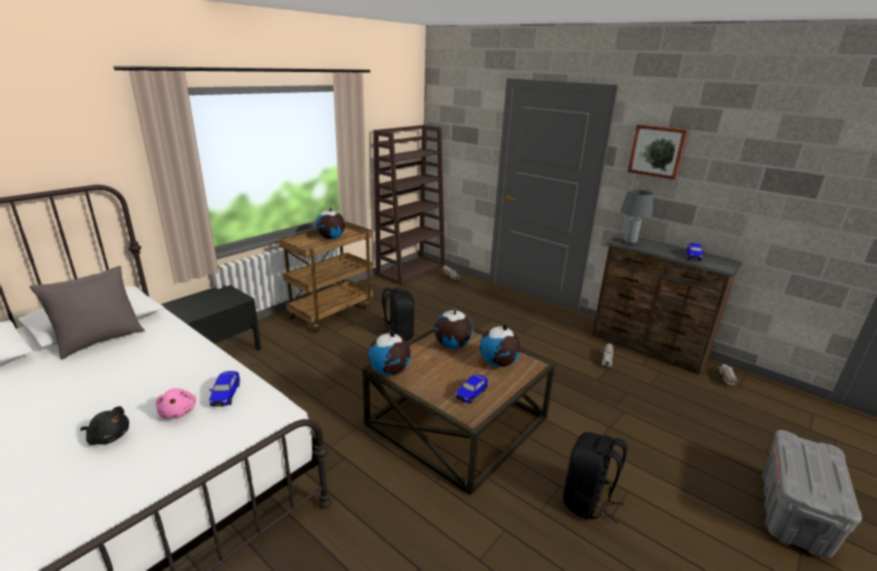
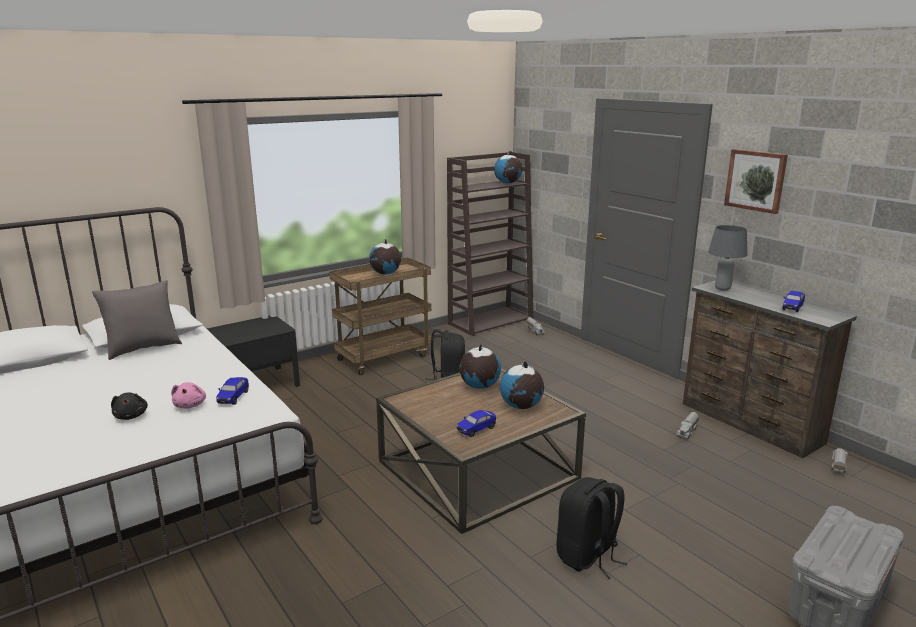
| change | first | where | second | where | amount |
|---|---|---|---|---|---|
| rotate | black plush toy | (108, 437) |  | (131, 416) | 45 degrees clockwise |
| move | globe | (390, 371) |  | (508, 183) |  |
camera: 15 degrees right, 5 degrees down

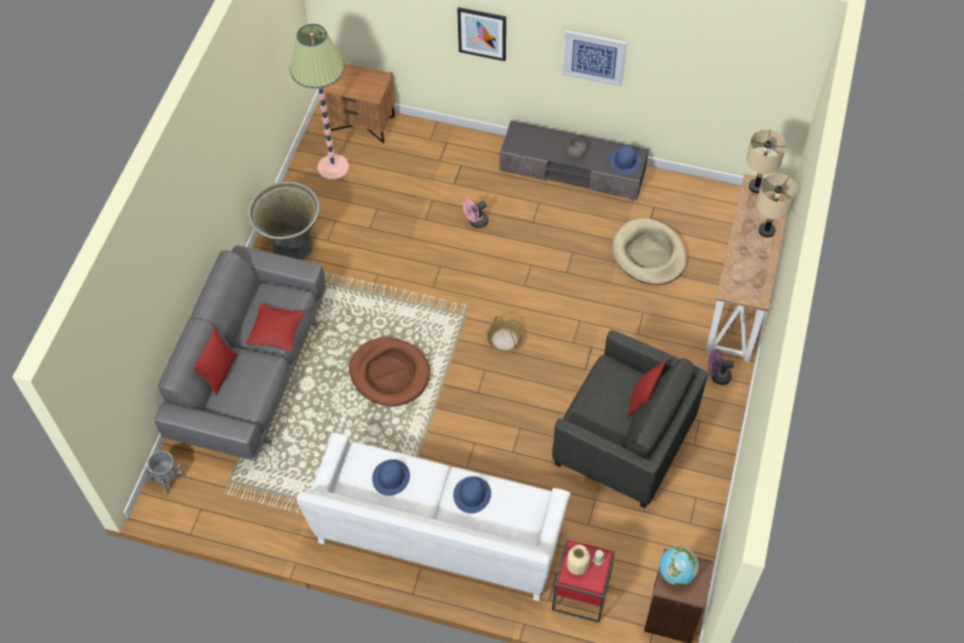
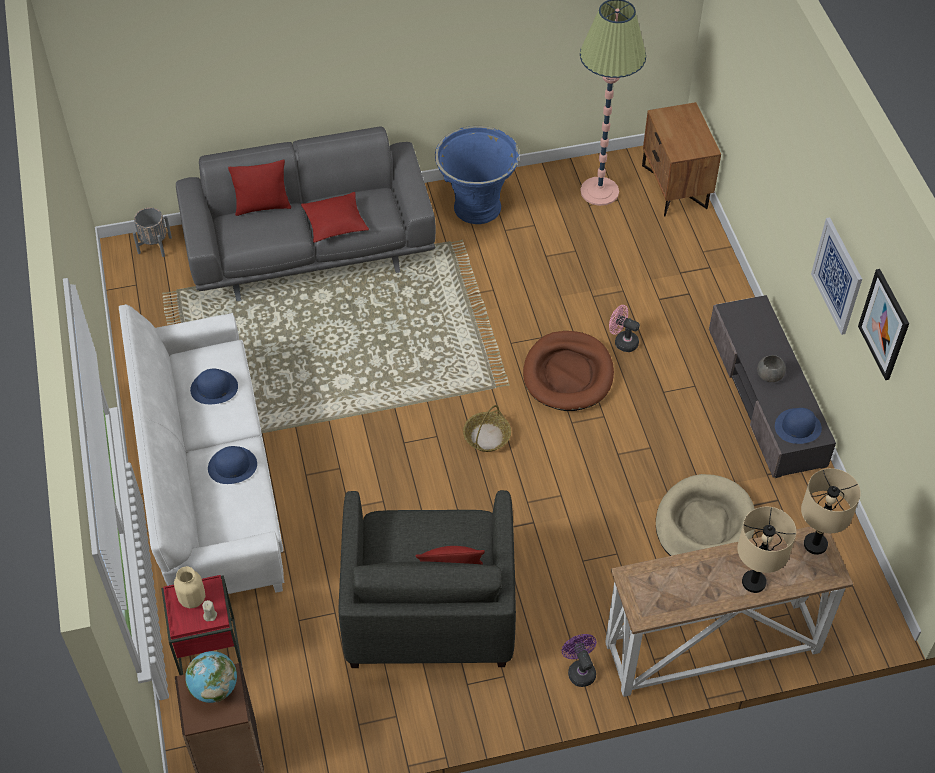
| change | first | where | second | where | amount |
|---|---|---|---|---|---|
| recolor | grey planter | (291, 246) | blue planter | (476, 207) |  |
| move | brown dog bed | (389, 373) |  | (568, 374) |  |
| move | picture | (482, 33) |  | (884, 324) |  |
camera: 60 degrees right, 5 degrees down

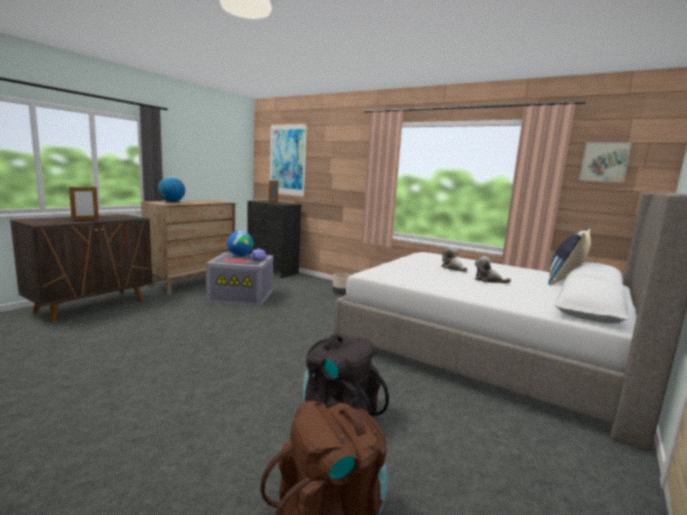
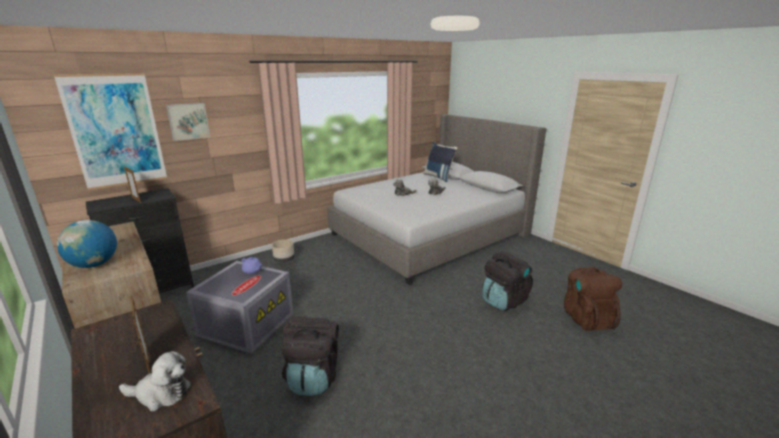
| change | first | where | second | where | amount |
|---|---|---|---|---|---|
| delete | globe | (240, 255) |  |  |  |
| move | picture | (604, 162) |  | (188, 121) |  |
| insert |  |  | plush toy | (161, 393) |  |
| insert |  |  | black backpack | (313, 377) |  |
camera: 70 degrees left, 10 degrees up

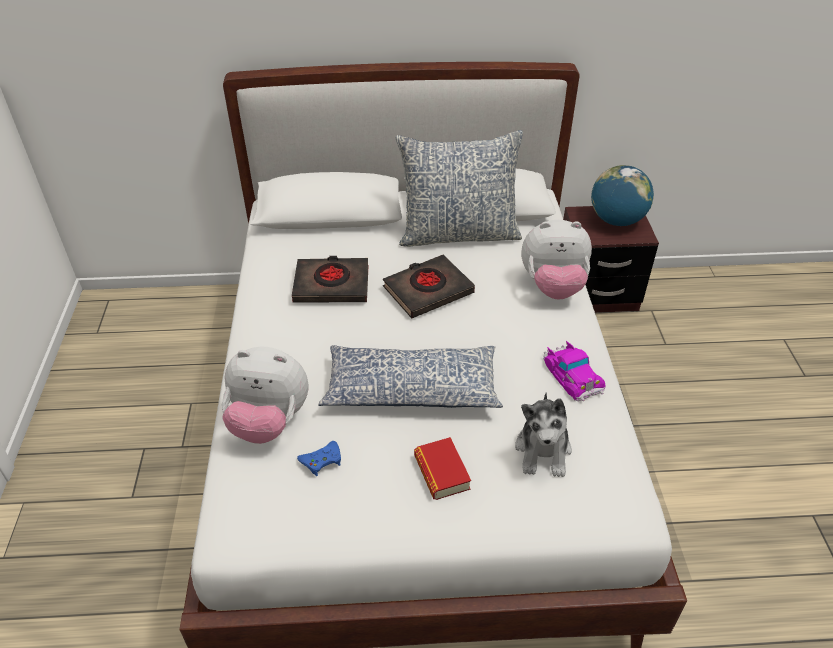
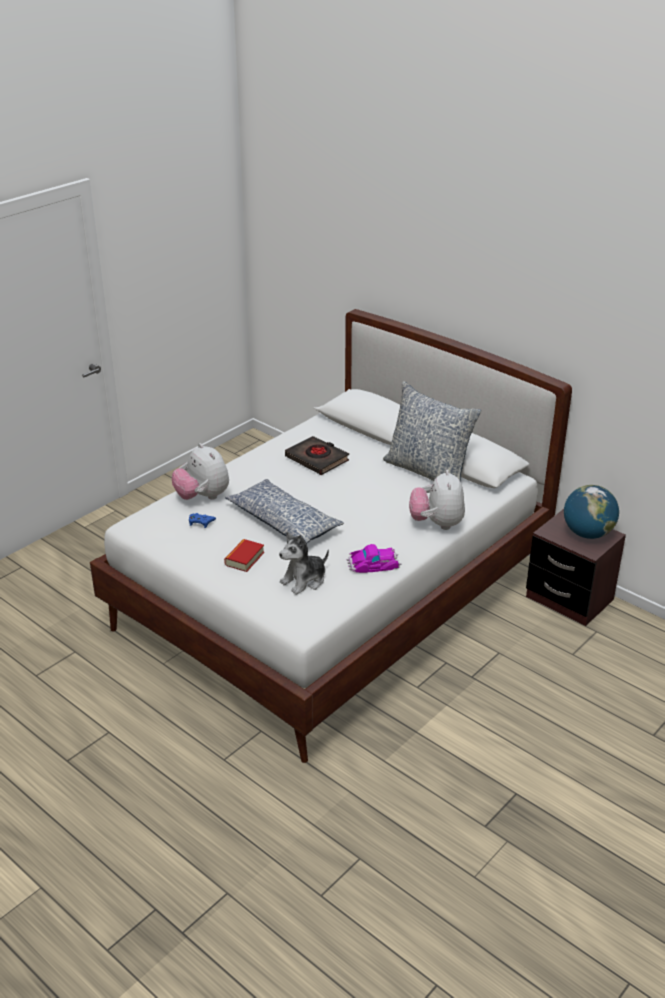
| change | first | where | second | where | amount |
|---|---|---|---|---|---|
| delete | black book | (428, 290) |  |  |  |
| rotate | plush toy | (553, 287) |  | (436, 524) | 45 degrees clockwise |
| rotate | toy car | (572, 374) |  | (373, 563) | 120 degrees counterclockwise |
camera: 45 degrees right, 10 degrees down

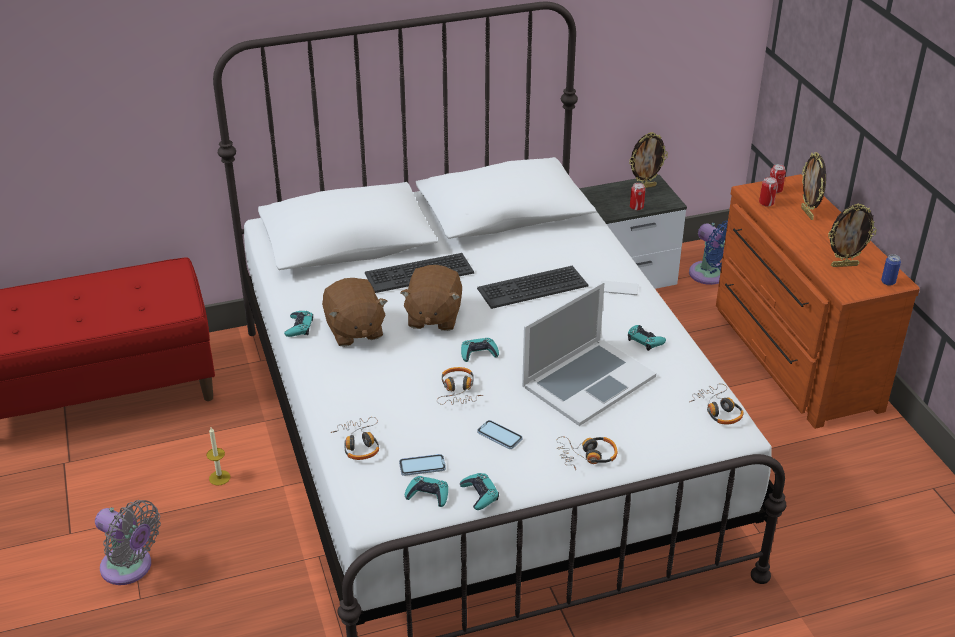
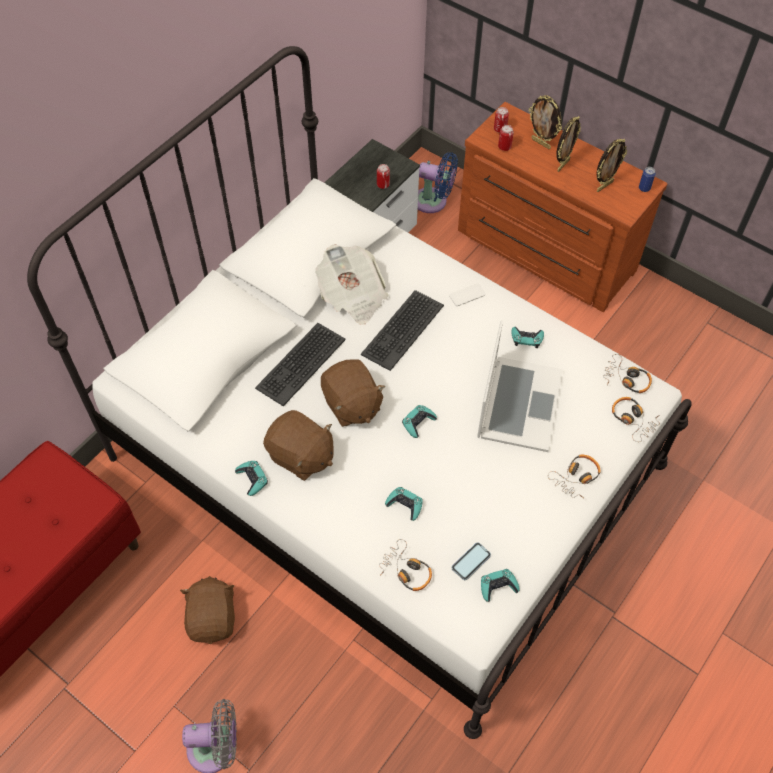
| change | first | where | second | where | amount |
|---|---|---|---|---|---|
| replace | candle | (219, 477) | brown plush toy | (213, 618) |  |
| move | headphones | (458, 391) |  | (633, 420) |  |
| move | turquoise game controller | (479, 494) |  | (405, 505) |  |
| delete | phone | (499, 436) |  |  |  |
| move | picture frame | (645, 187) |  | (562, 165) |  |
| insert |  |  | newspaper | (352, 296) |  |
camera: 35 degrees left, 20 degrees up

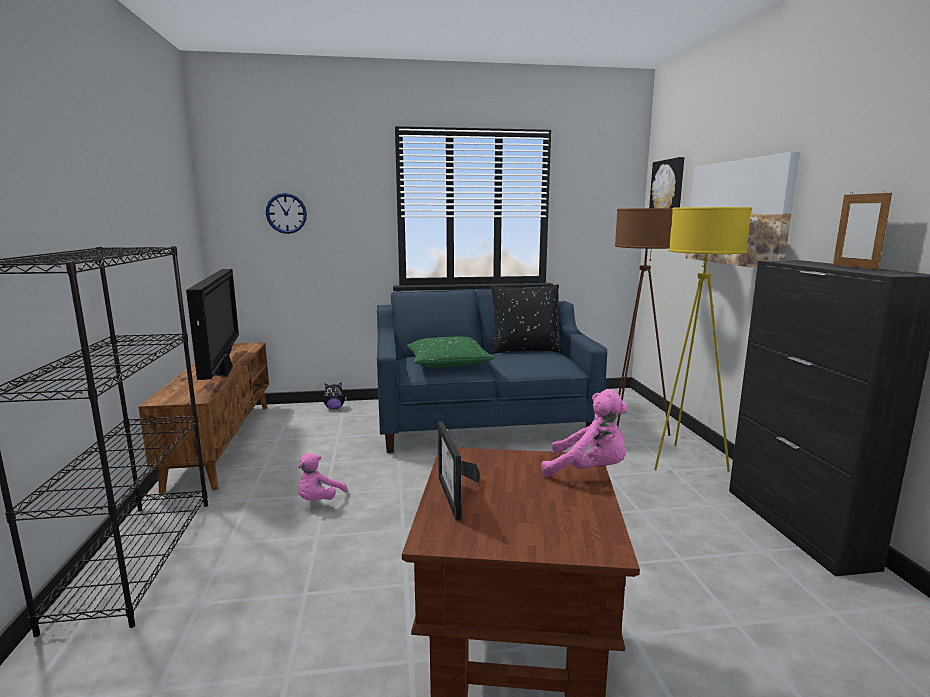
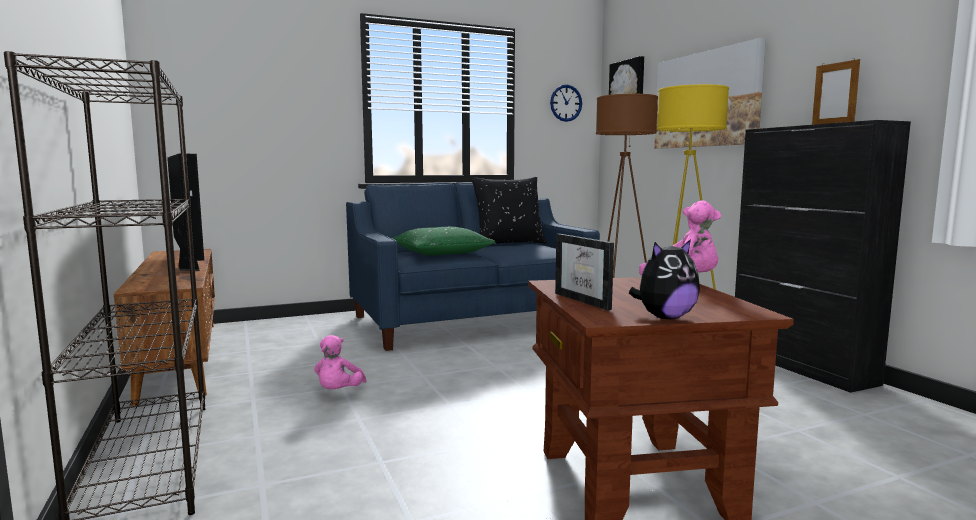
| change | first | where | second | where | amount |
|---|---|---|---|---|---|
| move | wall clock | (286, 213) |  | (566, 103) |  |
| move | plush toy | (334, 408) |  | (665, 317) |  |
camera: 15 degrees left, 5 degrees down

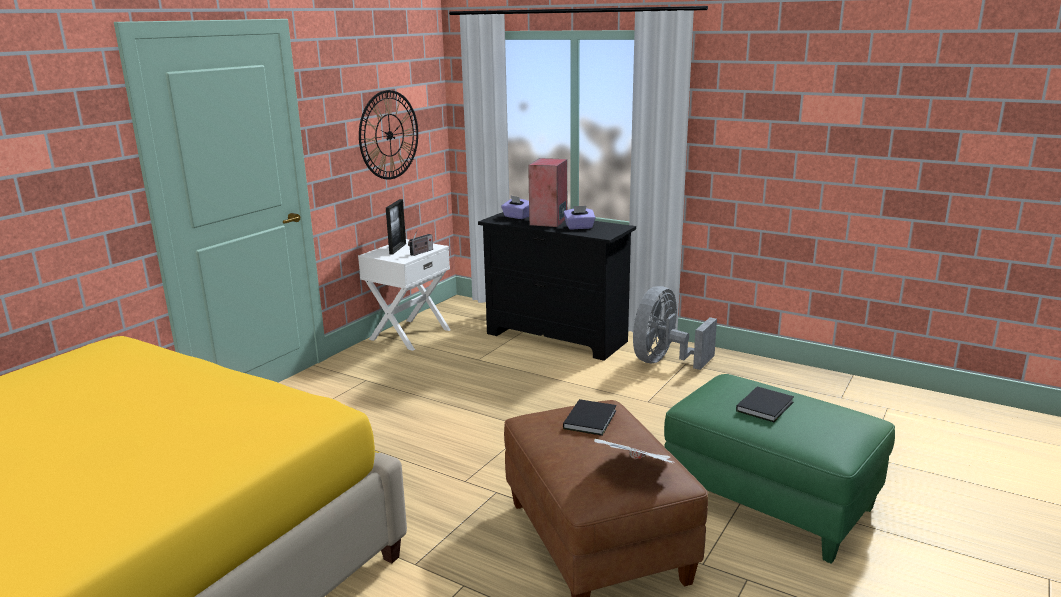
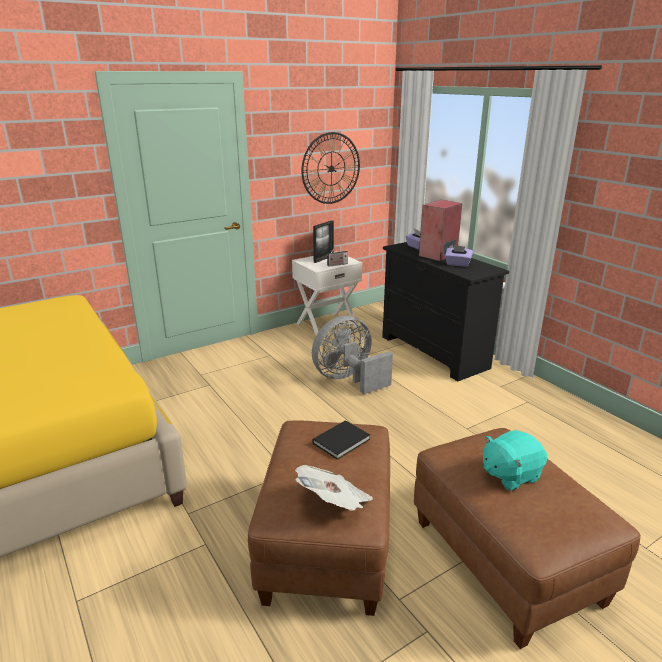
| change | first | where | second | where | amount |
|---|---|---|---|---|---|
| move | grey fan | (664, 361) |  | (348, 379) |  |
| recolor | green ottoman | (771, 503) | brown ottoman | (507, 562) |  |
| replace | black book | (766, 406) | turquoise plush toy | (510, 475) |  |
camera: 25 degrees right, 5 degrees up

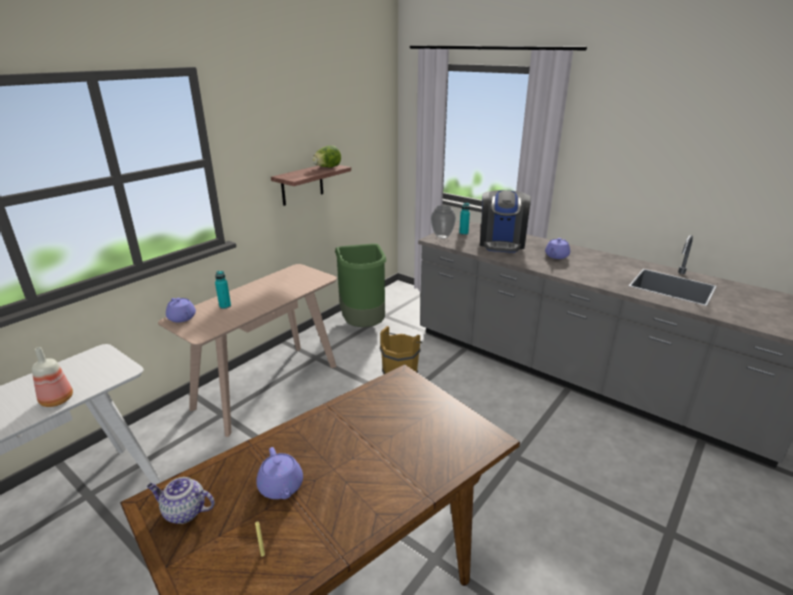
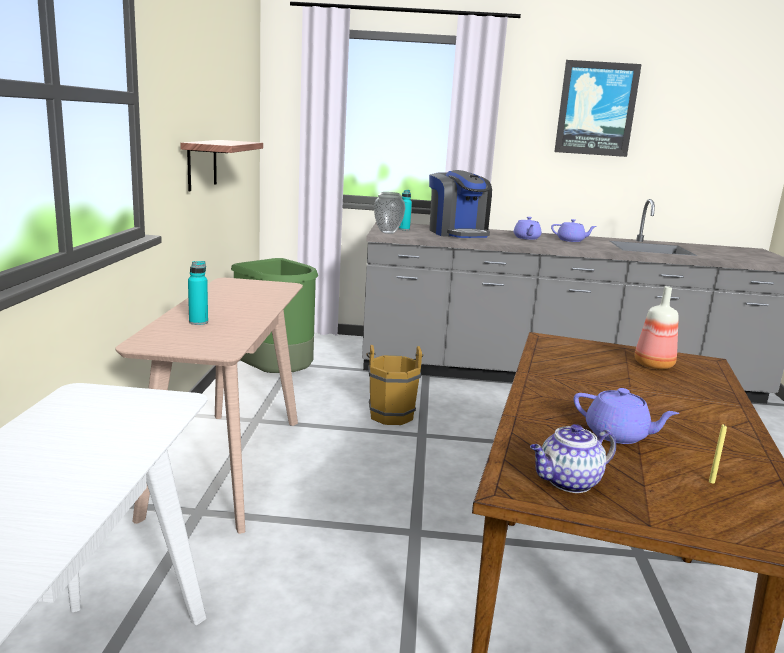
| change | first | where | second | where | amount |
|---|---|---|---|---|---|
| move | bottle | (56, 401) |  | (654, 365) |  |
| move | purple teapot | (182, 318) |  | (571, 240) |  |
| delete | lettuce | (327, 167) |  |  |  |
| insert |  |  | picture | (596, 109) |  |
camera: 35 degrees left, 10 degrees down

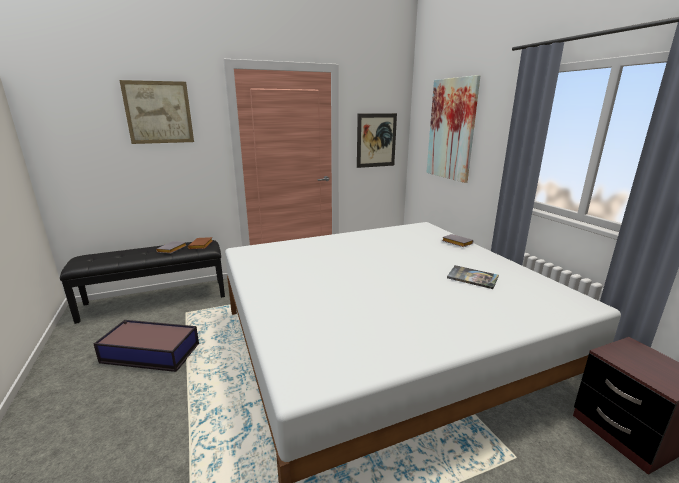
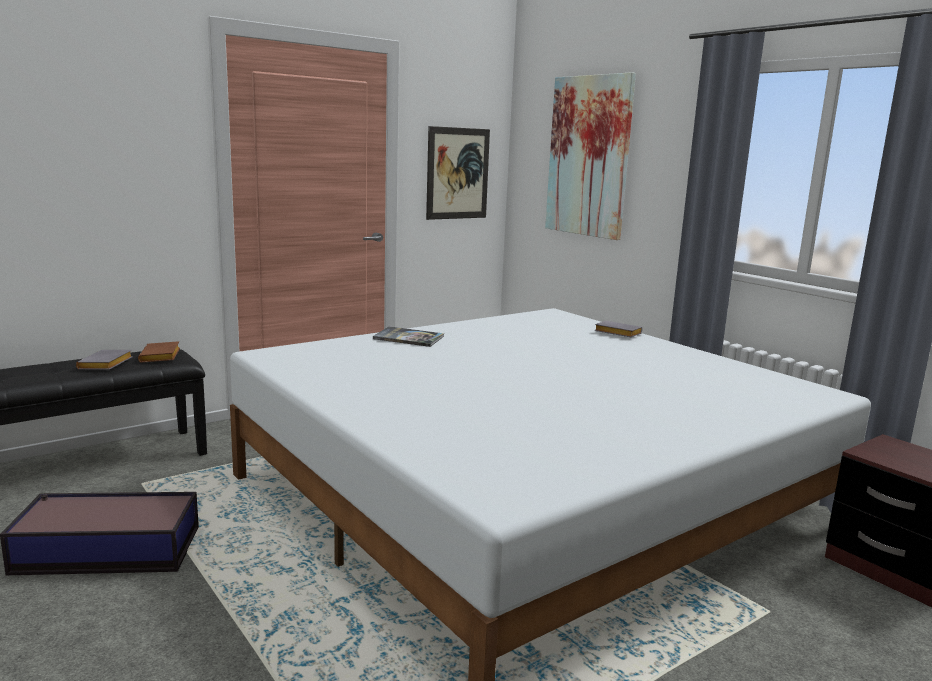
| change | first | where | second | where | amount |
|---|---|---|---|---|---|
| delete | picture | (159, 112) |  |  |  |
| move | book | (472, 277) |  | (409, 338) |  |
camera: 15 degrees left, 5 degrees down

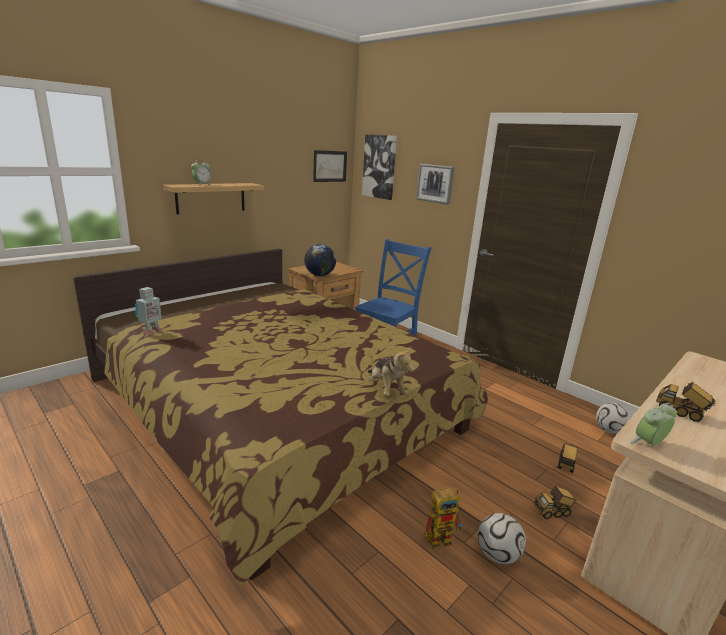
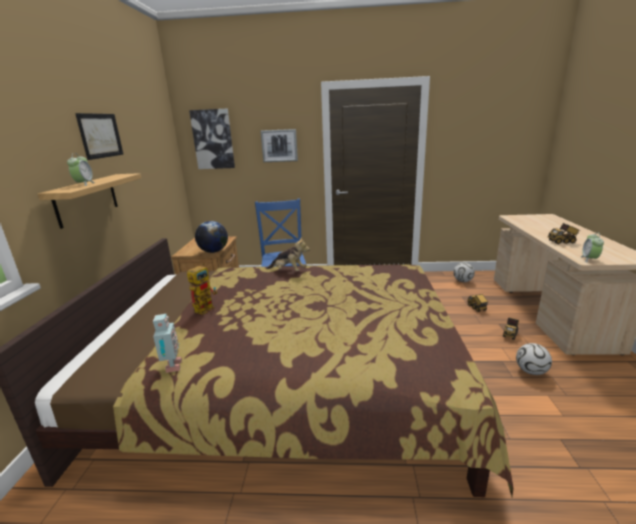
| change | first | where | second | where | amount |
|---|---|---|---|---|---|
| move | picture | (330, 166) |  | (100, 135) |  |
| move | plush toy | (386, 389) |  | (289, 271) |  |
| move | toy robot | (442, 537) |  | (206, 307) |  |
camera: 40 degrees left, 0 degrees up

